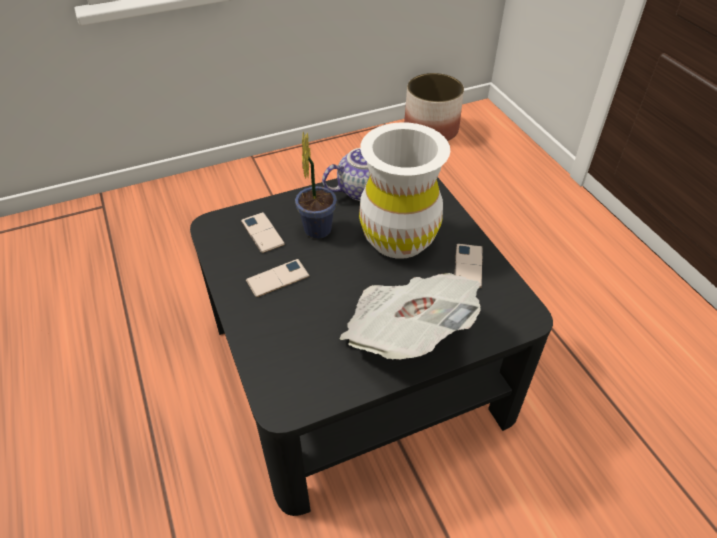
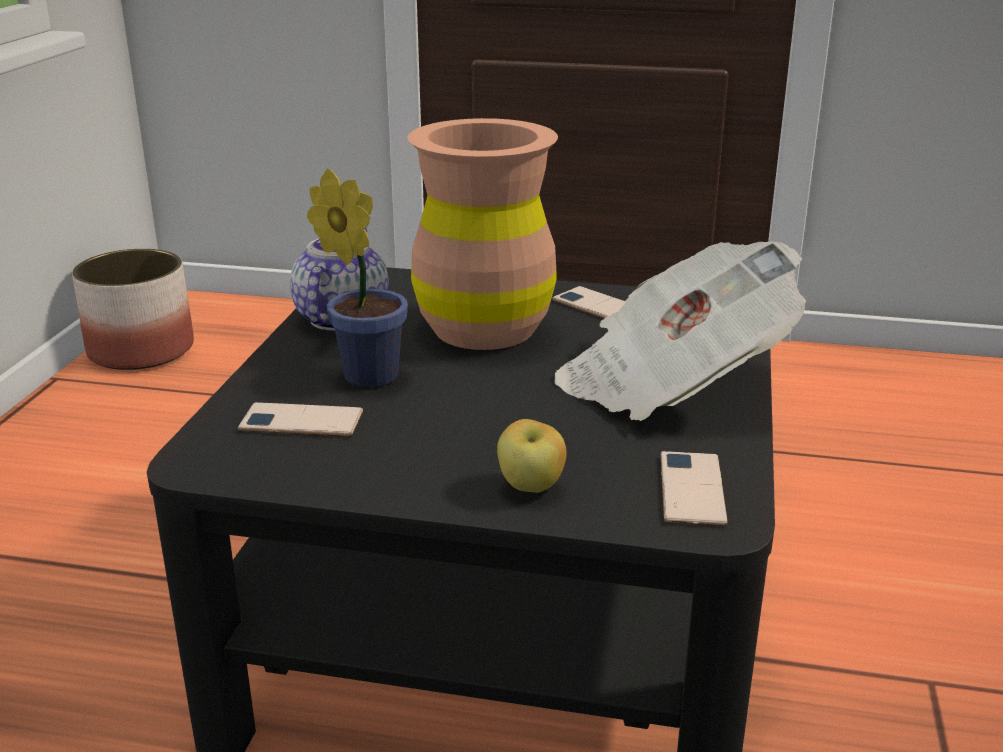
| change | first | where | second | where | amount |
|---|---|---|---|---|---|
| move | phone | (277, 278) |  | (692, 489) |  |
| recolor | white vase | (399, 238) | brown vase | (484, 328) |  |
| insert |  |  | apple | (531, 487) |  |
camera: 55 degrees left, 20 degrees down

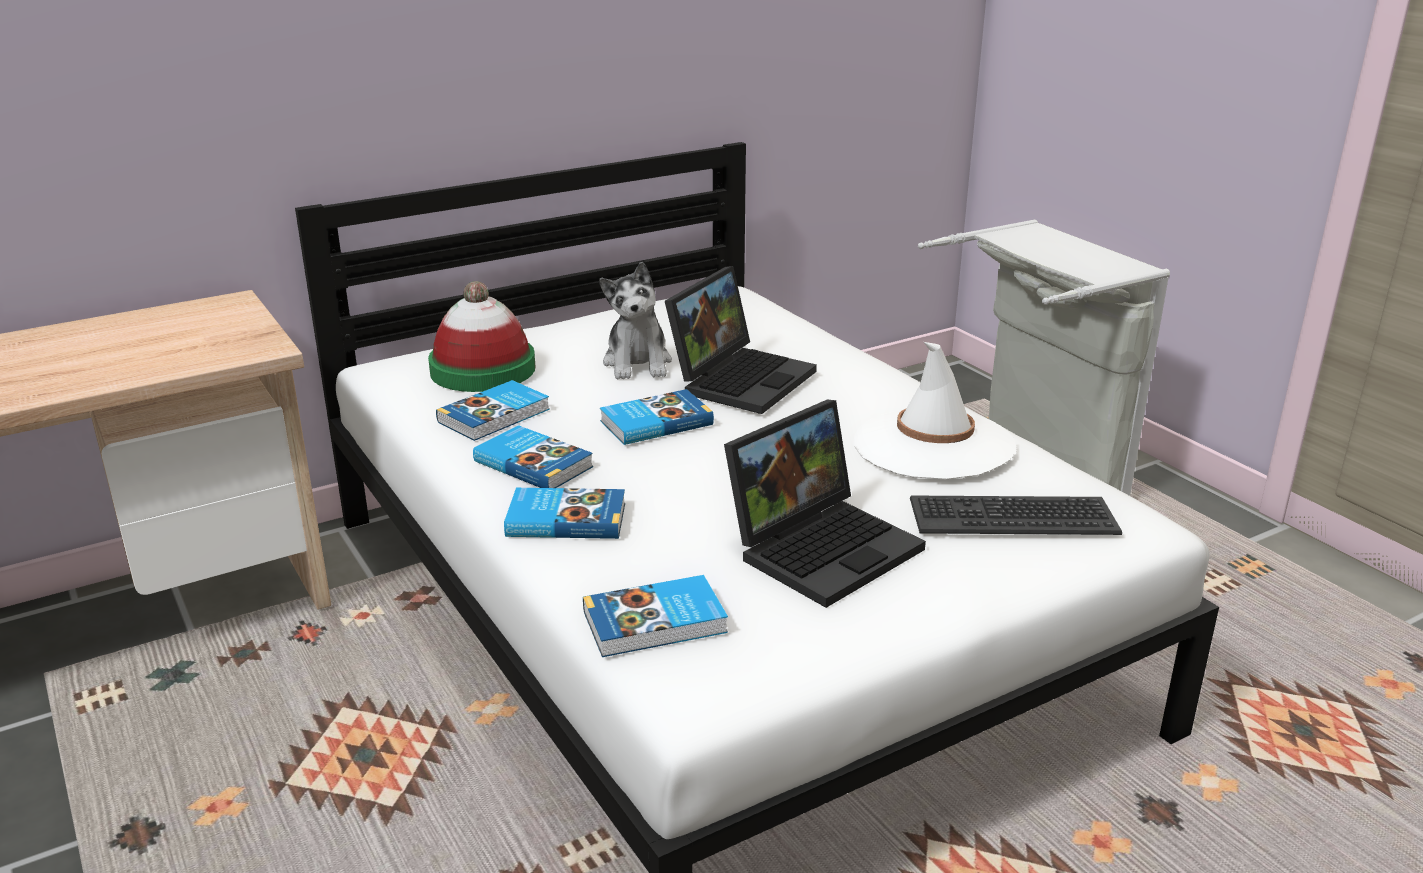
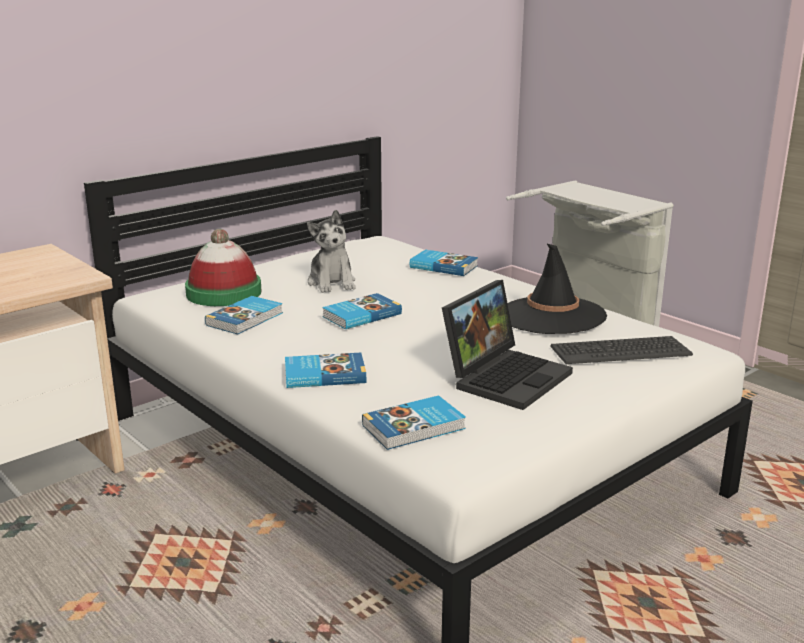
| change | first | where | second | where | amount |
|---|---|---|---|---|---|
| move | book | (534, 463) |  | (443, 266) |  |
| delete | laptop | (741, 378) |  |  |  |
| recolor | white hat | (933, 445) | black hat | (551, 316) |  |
camera: 10 degrees left, 5 degrees down

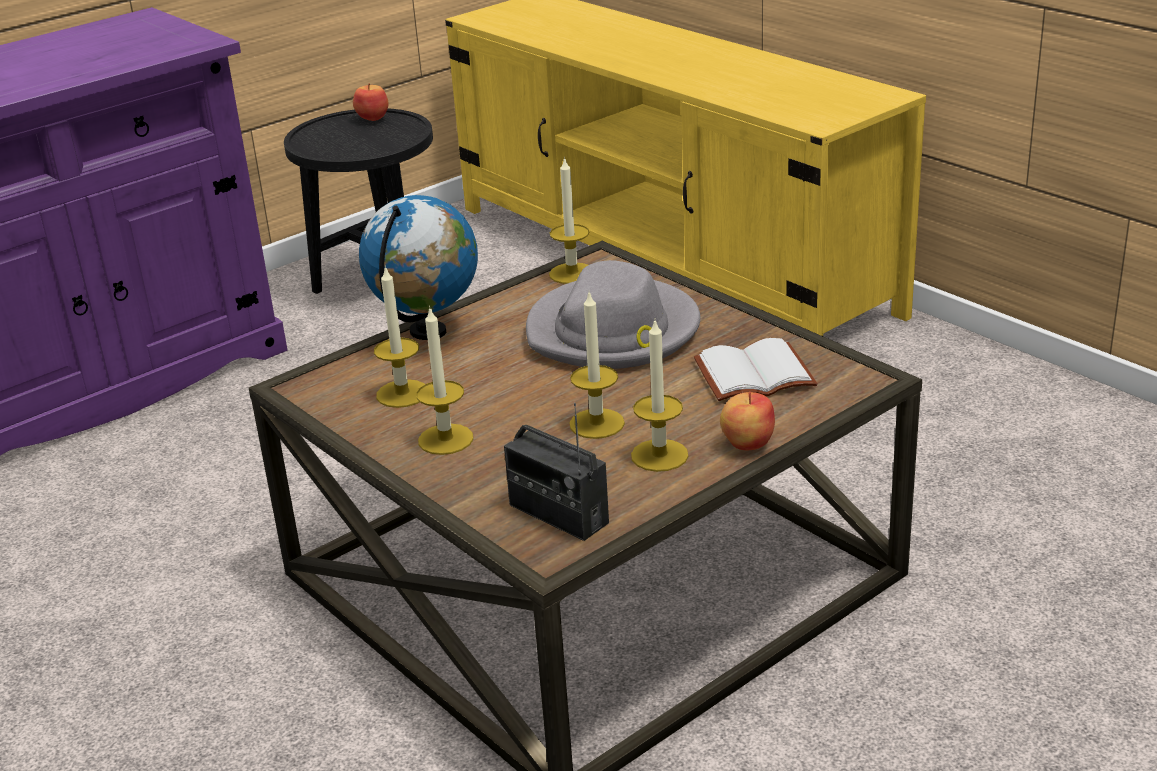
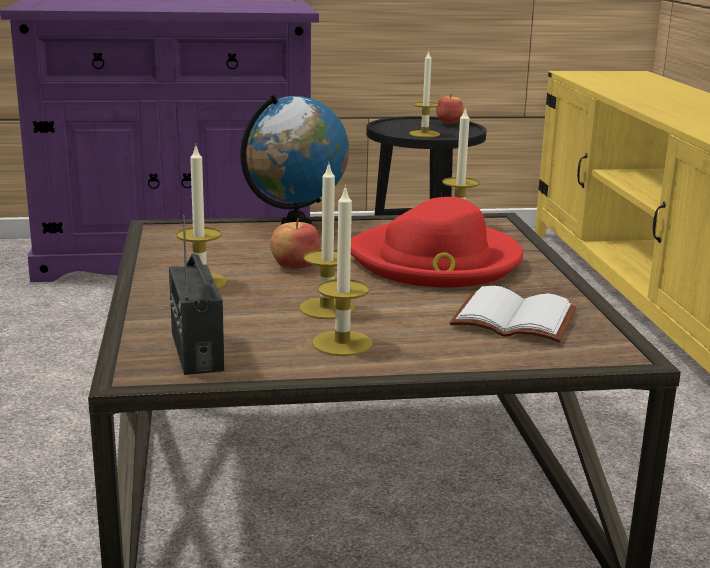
| change | first | where | second | where | amount |
|---|---|---|---|---|---|
| move | candle | (402, 394) |  | (424, 134) |  |
| recolor | grey hat | (613, 331) | red hat | (436, 261) |  |
| move | apple | (747, 442) |  | (295, 265) |  |
camera: 30 degrees right, 10 degrees down

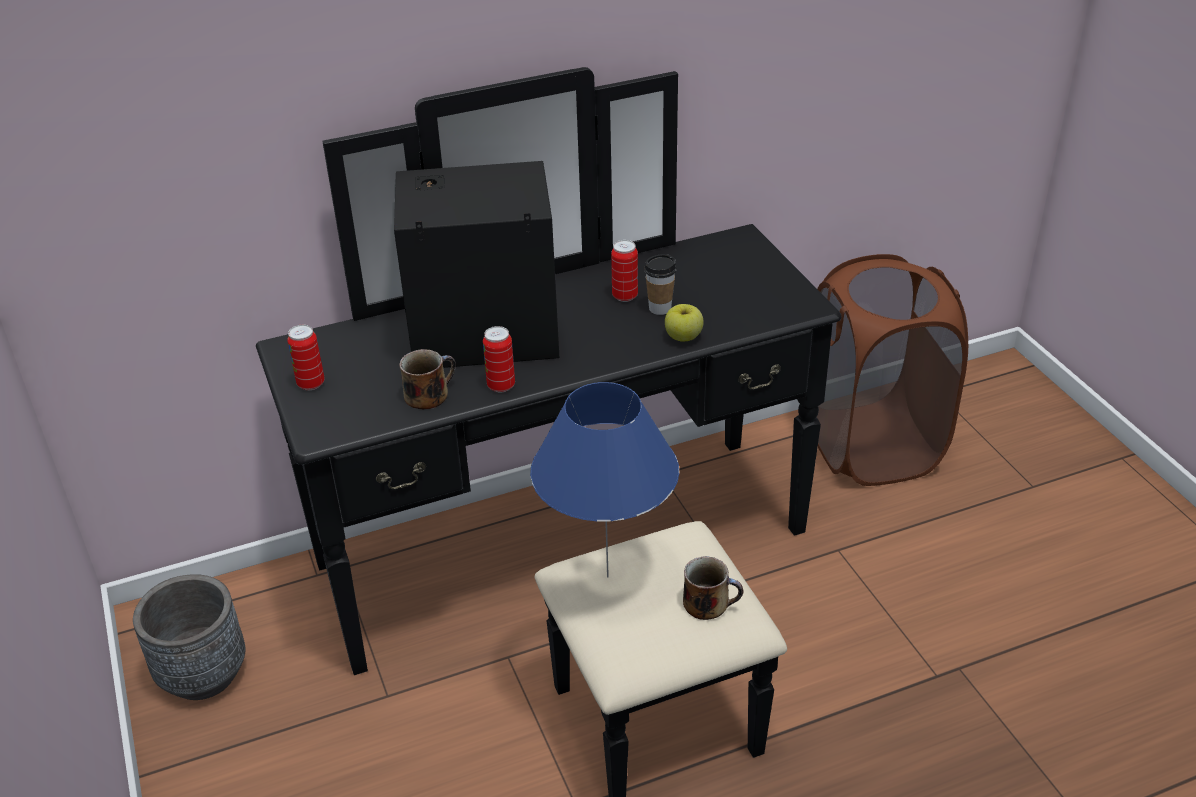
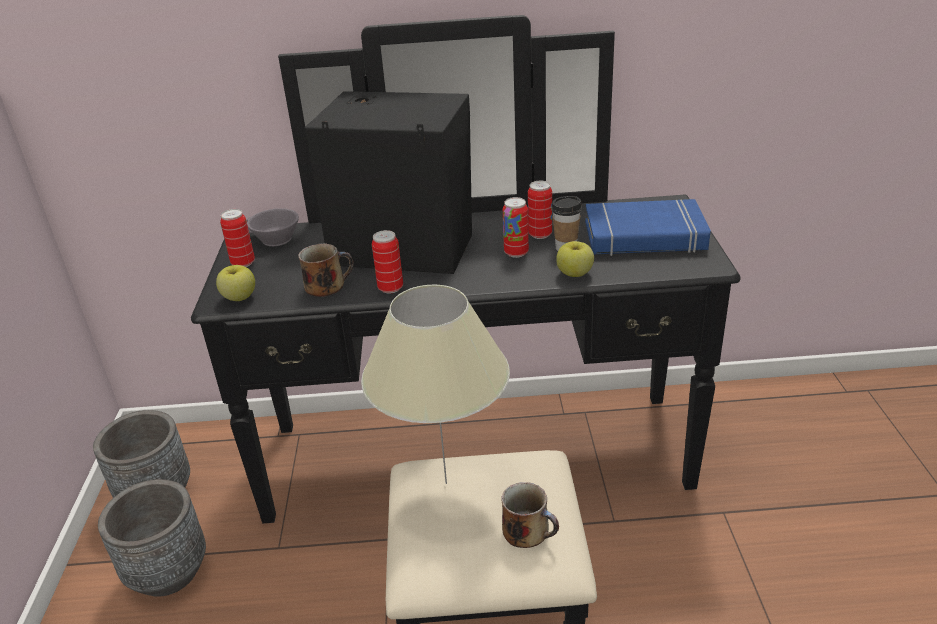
| change | first | where | second | where | amount |
|---|---|---|---|---|---|
| recolor | blue table lamp | (607, 576) | beige table lamp | (446, 483) |  |
| delete | brown laundry basket | (871, 445) |  |  |  |
| insert |  |  | grey planter | (168, 572) |  |
| insert |  |  | apple | (239, 297) |  |
| insert |  |  | grey cup | (274, 240) |  |
| insert |  |  | can | (516, 253) |  |
| insert |  |  | blue book | (644, 236) |  |
camera: 20 degrees right, 5 degrees down

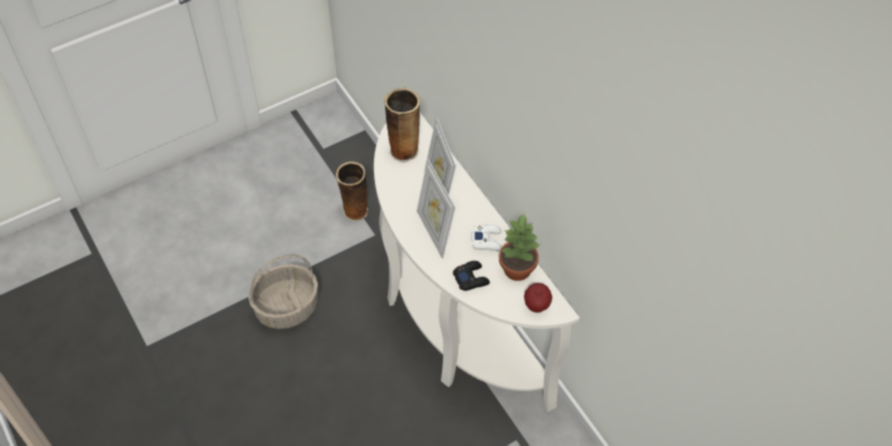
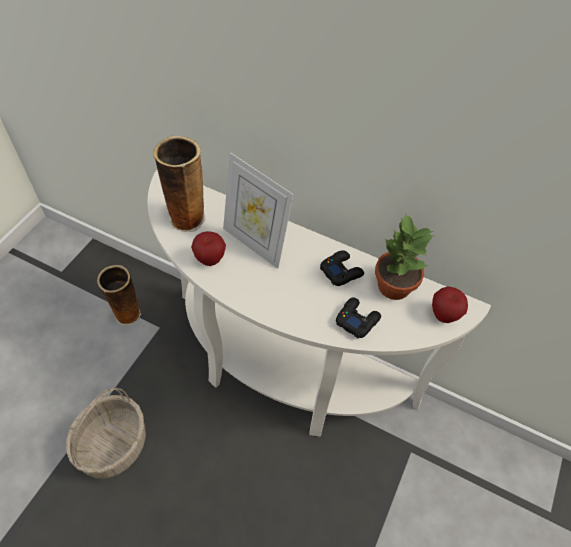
| change | first | where | second | where | amount |
|---|---|---|---|---|---|
| delete | picture frame | (435, 232) |  |  |  |
| recolor | white game controller | (487, 240) | black game controller | (341, 271) |  |
| insert |  |  | apple | (210, 259) |  |
camera: 35 degrees left, 0 degrees up

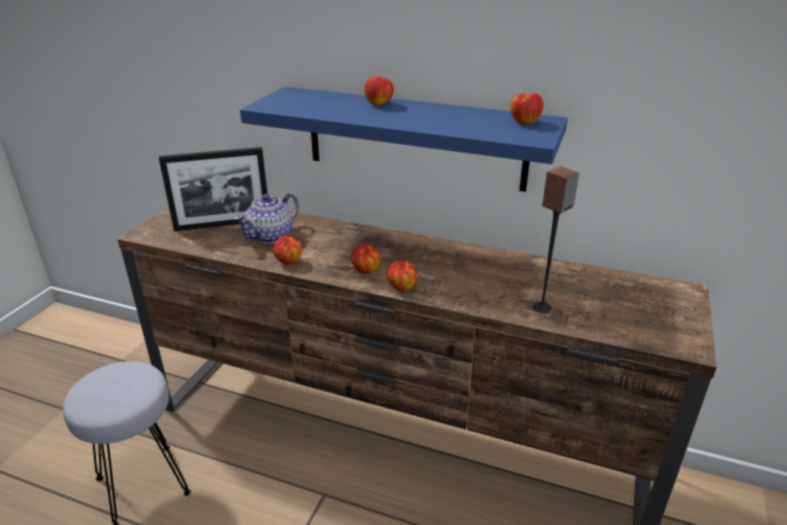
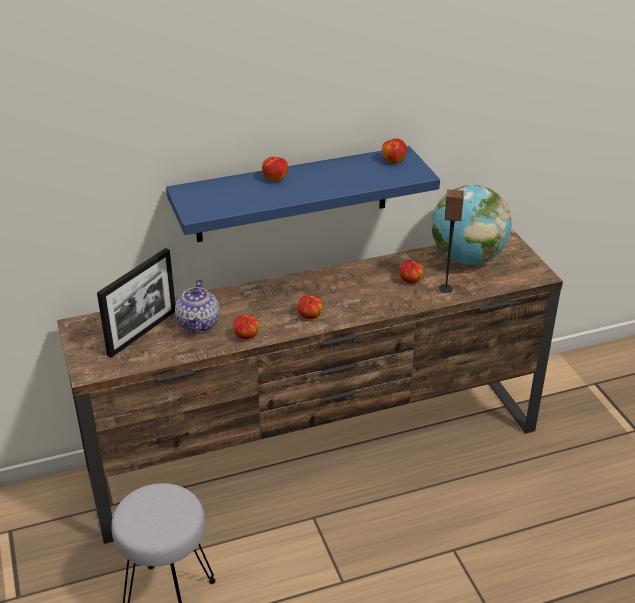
| change | first | where | second | where | amount |
|---|---|---|---|---|---|
| move | apple | (401, 288) |  | (410, 281) |  |
| insert |  |  | globe | (467, 258) |  |
camera: 40 degrees left, 5 degrees up

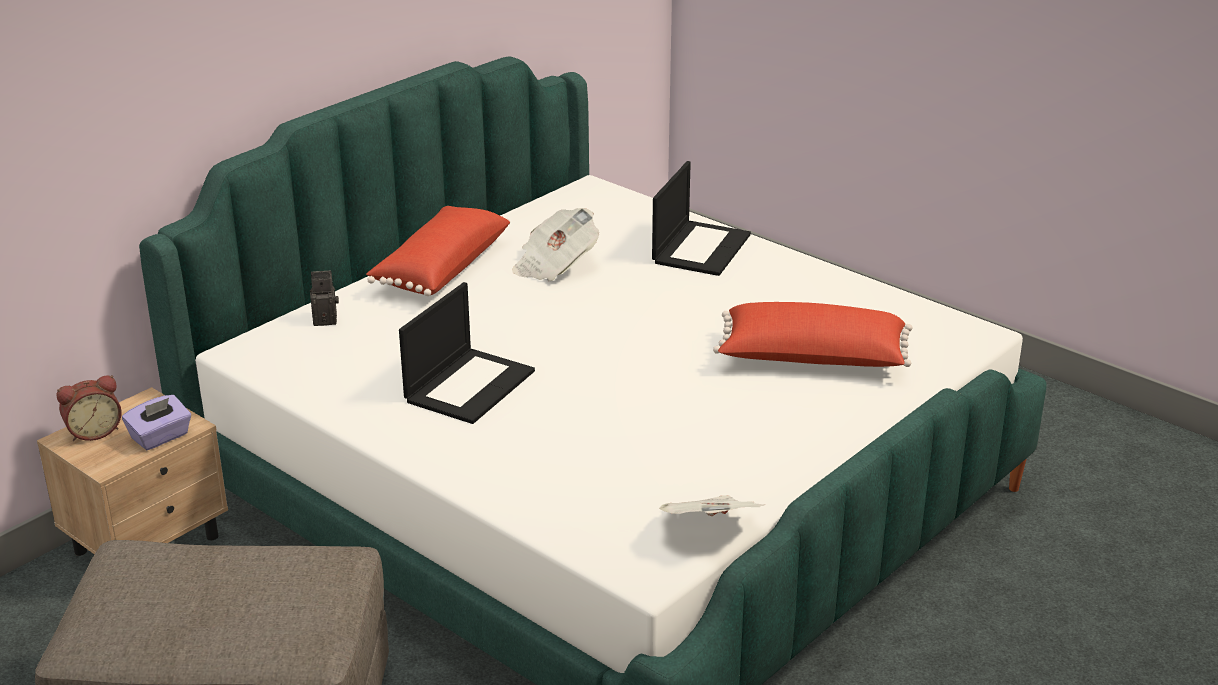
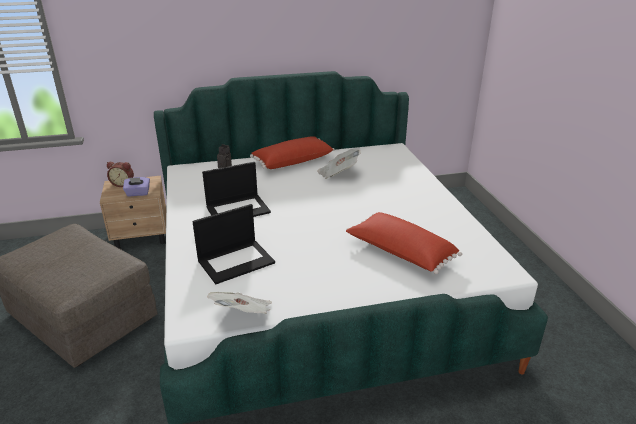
| change | first | where | second | where | amount |
|---|---|---|---|---|---|
| move | laptop | (701, 248) |  | (236, 261) |  |
camera: 35 degrees right, 0 degrees up

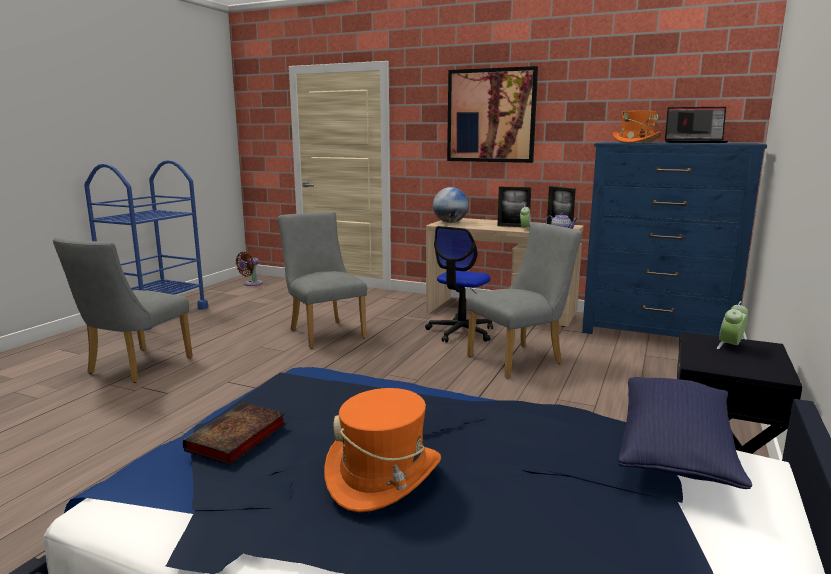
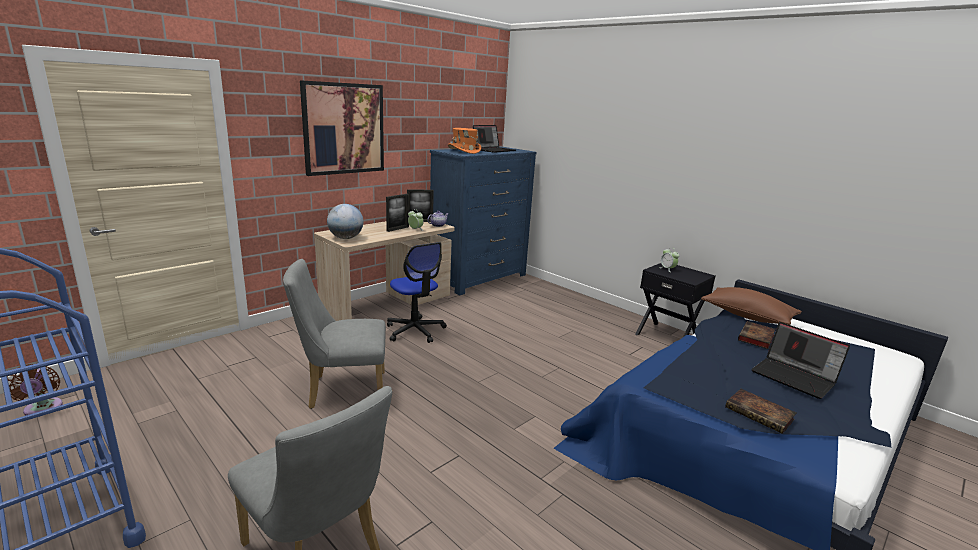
| change | first | where | second | where | amount |
|---|---|---|---|---|---|
| replace | orange hat | (384, 476) | laptop | (795, 377) |  |
| delete | grey chair | (520, 359) |  |  |  |
| recolor | blue pillow | (675, 450) | brown pillow | (747, 316) |  |
| insert |  |  | book | (756, 338) |  |
camera: 70 degrees left, 5 degrees up

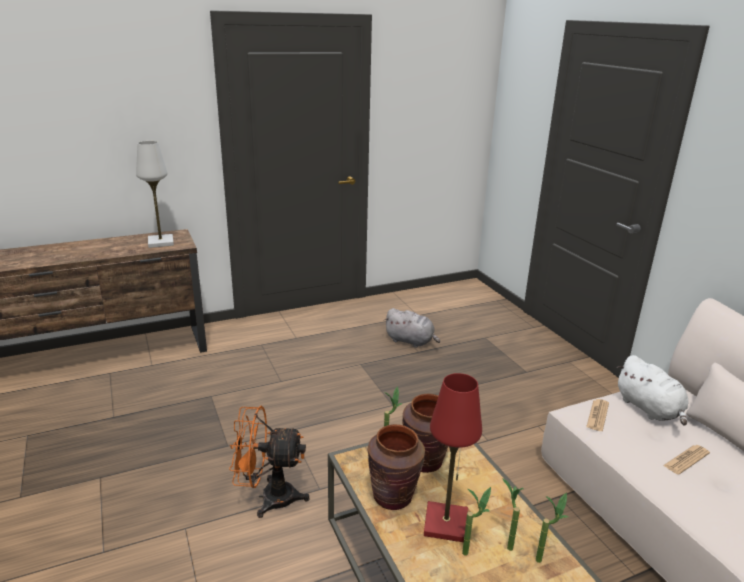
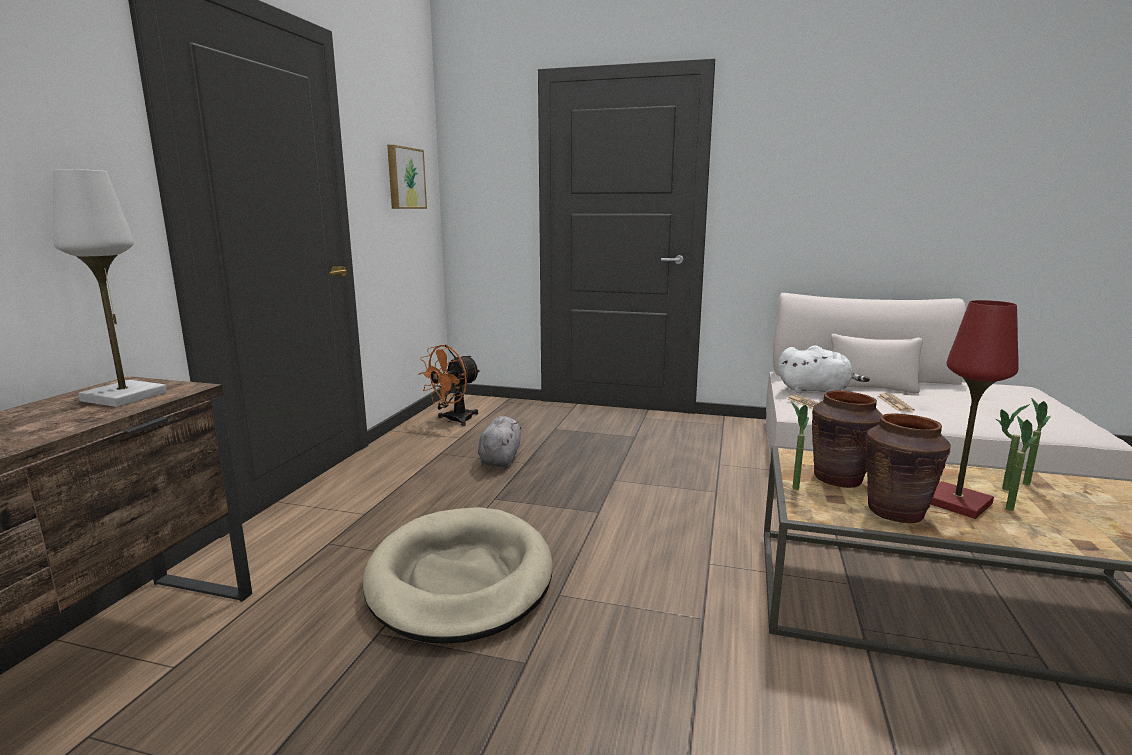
| change | first | where | second | where | amount |
|---|---|---|---|---|---|
| move | orange fan | (269, 497) |  | (454, 420) |  |
| rotate | grey plush toy | (411, 341) |  | (500, 458) | 60 degrees counterclockwise |
| insert |  |  | beige dog bed | (460, 579) |  |
| insert |  |  | picture | (404, 178) |  |
camera: 50 degrees left, 10 degrees down

